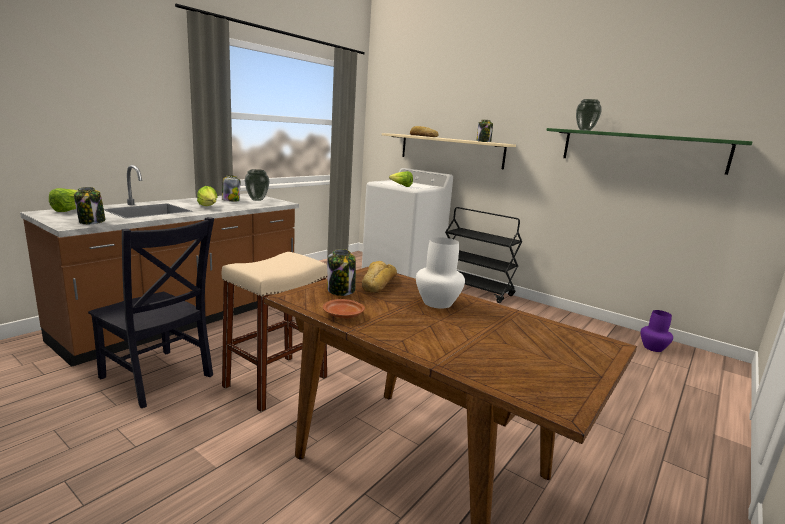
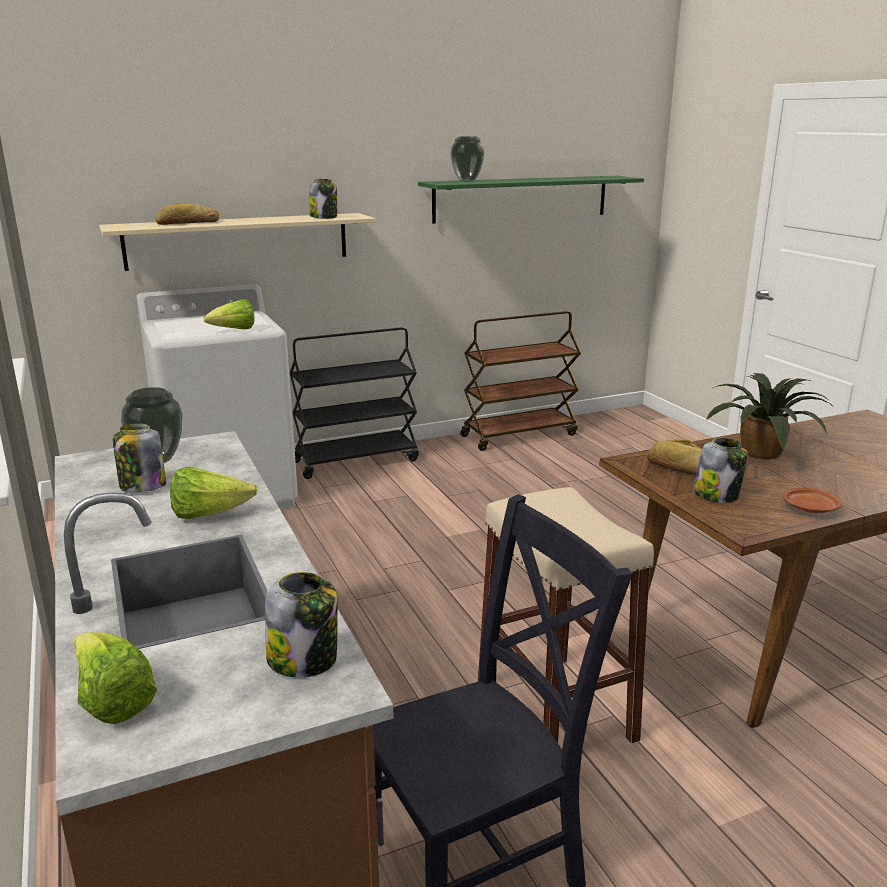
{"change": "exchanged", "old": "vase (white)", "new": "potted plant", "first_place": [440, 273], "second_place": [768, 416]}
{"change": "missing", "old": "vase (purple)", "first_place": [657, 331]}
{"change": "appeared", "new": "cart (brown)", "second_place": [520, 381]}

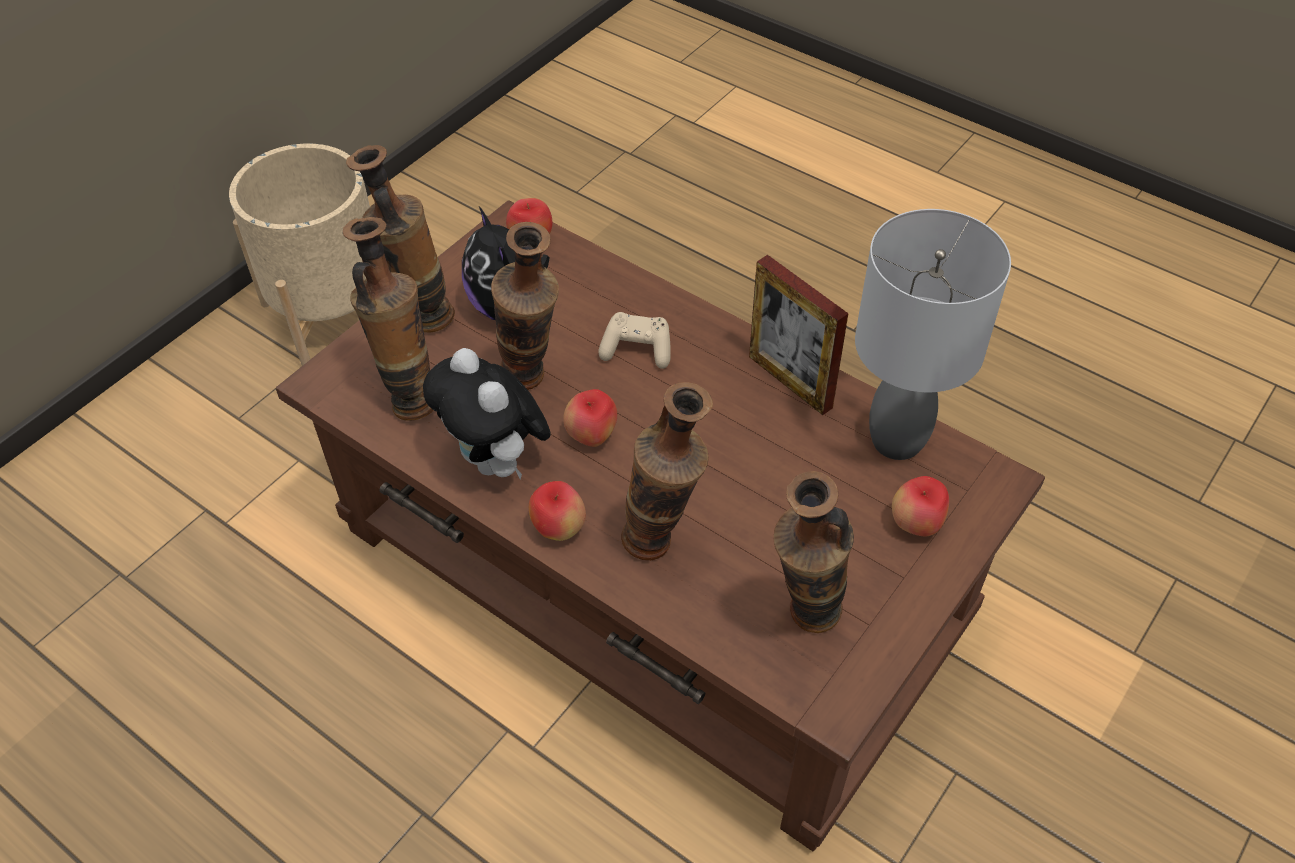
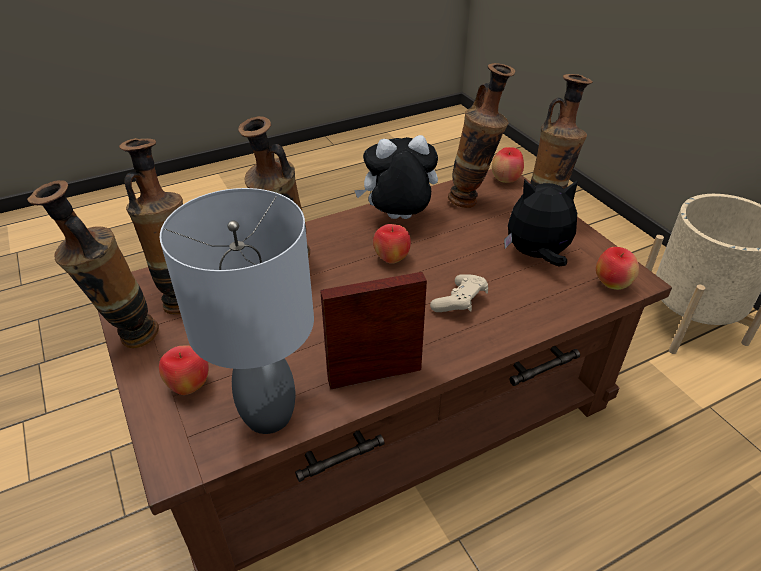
{"change": "relocated", "old": "vase", "first_place": [525, 306], "second_place": [93, 264]}
{"change": "relocated", "old": "apple", "first_place": [557, 511], "second_place": [508, 165]}

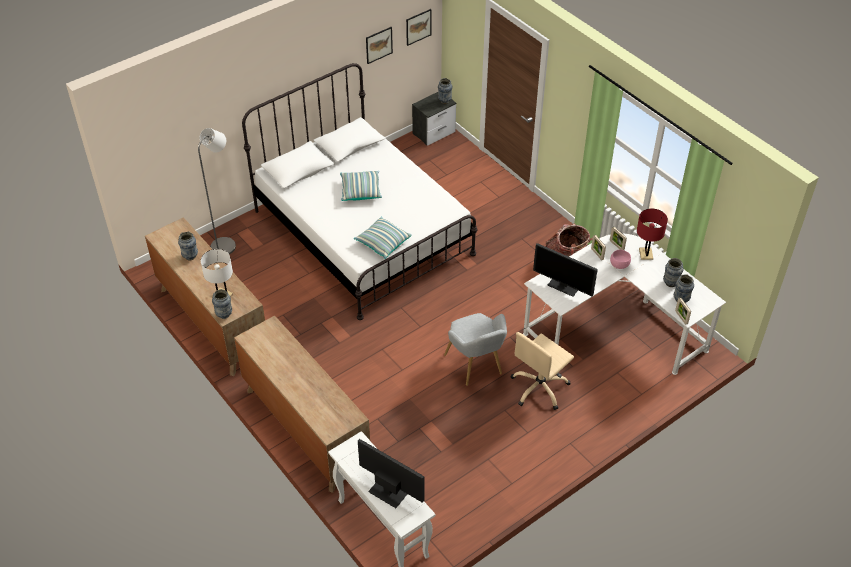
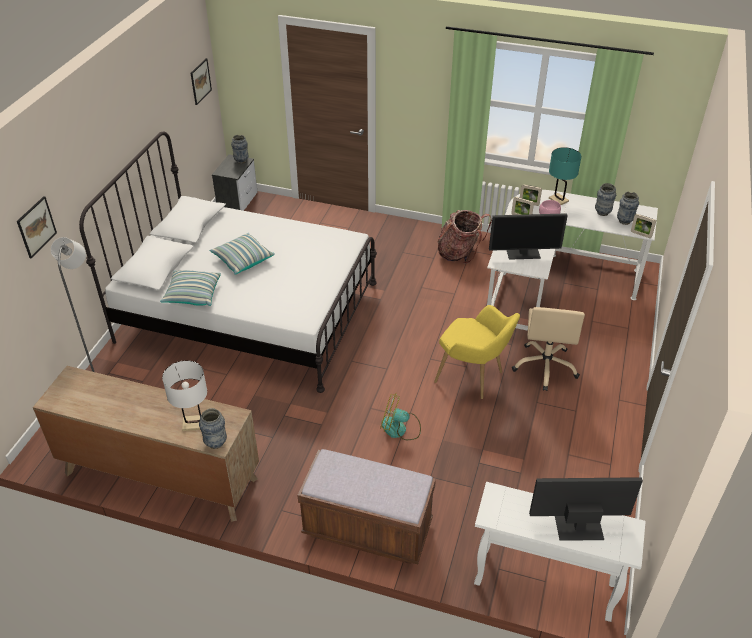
{"change": "missing", "old": "vase", "first_place": [188, 245]}
{"change": "exchanged", "old": "dresser (brown)", "new": "bench (brown)", "first_place": [302, 404], "second_place": [366, 506]}
{"change": "relocated", "old": "pillow", "first_place": [383, 238], "second_place": [190, 288]}
{"change": "relocated", "old": "picture", "first_place": [379, 45], "second_place": [37, 227]}
{"change": "colour", "old": "armchair (grey)", "new": "armchair (yellow)", "first_place": [475, 349], "second_place": [477, 352]}
{"change": "colour", "old": "table lamp (red)", "new": "table lamp (turquoise)", "first_place": [652, 234], "second_place": [565, 176]}
{"change": "appeared", "new": "fan", "second_place": [400, 417]}

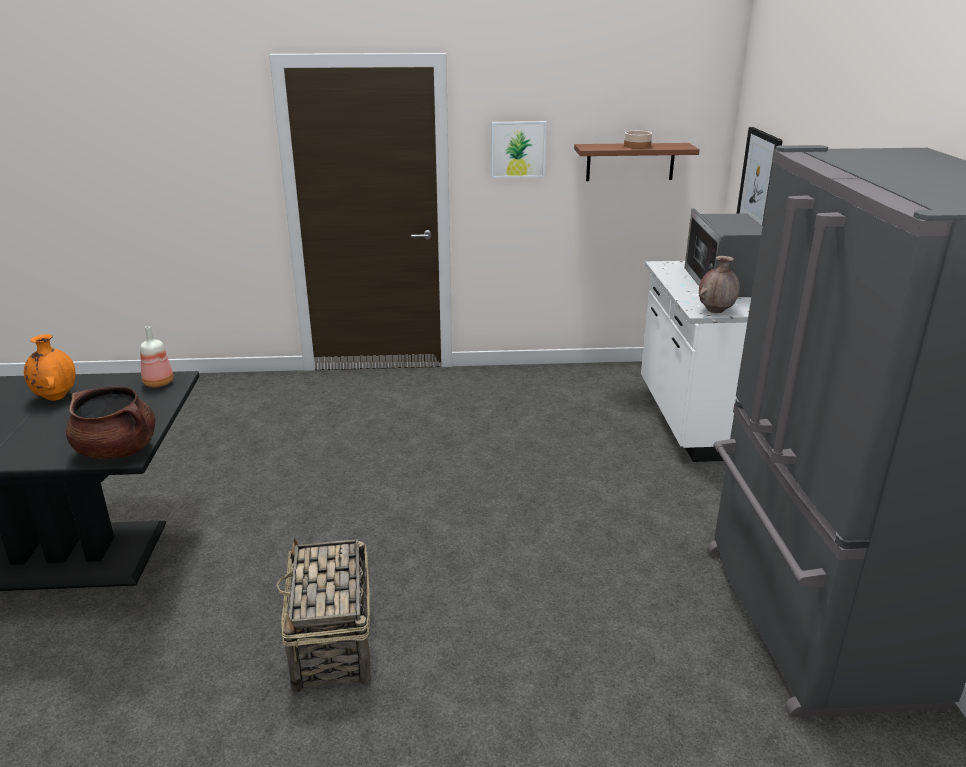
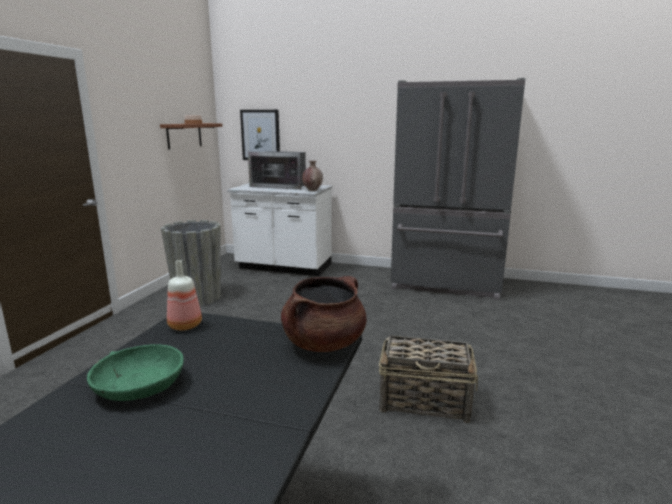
{"change": "exchanged", "old": "vase (orange)", "new": "bowl (green)", "first_place": [50, 367], "second_place": [135, 372]}
{"change": "missing", "old": "picture", "first_place": [519, 149]}
{"change": "appeared", "new": "planter (grey)", "second_place": [191, 263]}

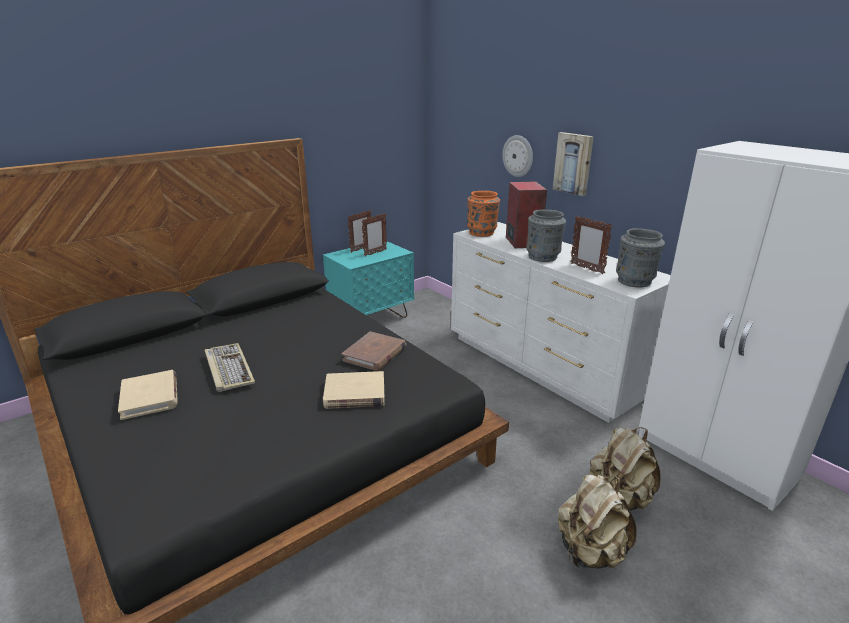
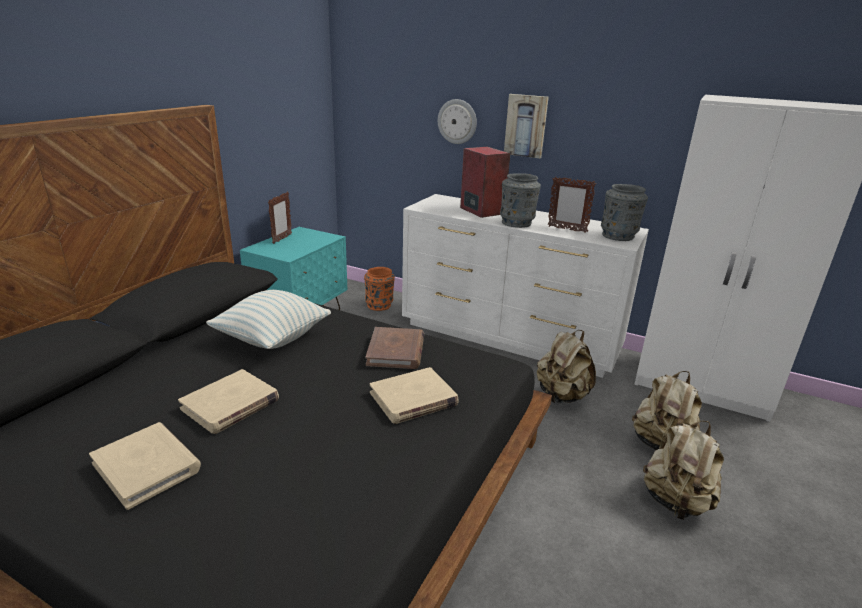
{"change": "exchanged", "old": "keyboard", "new": "book (beige)", "first_place": [230, 367], "second_place": [228, 401]}
{"change": "missing", "old": "picture frame", "first_place": [374, 235]}
{"change": "relocated", "old": "vase (orange)", "first_place": [483, 214], "second_place": [379, 289]}
{"change": "appeared", "new": "pillow", "second_place": [268, 319]}
{"change": "appeared", "new": "backpack (beige)", "second_place": [566, 366]}

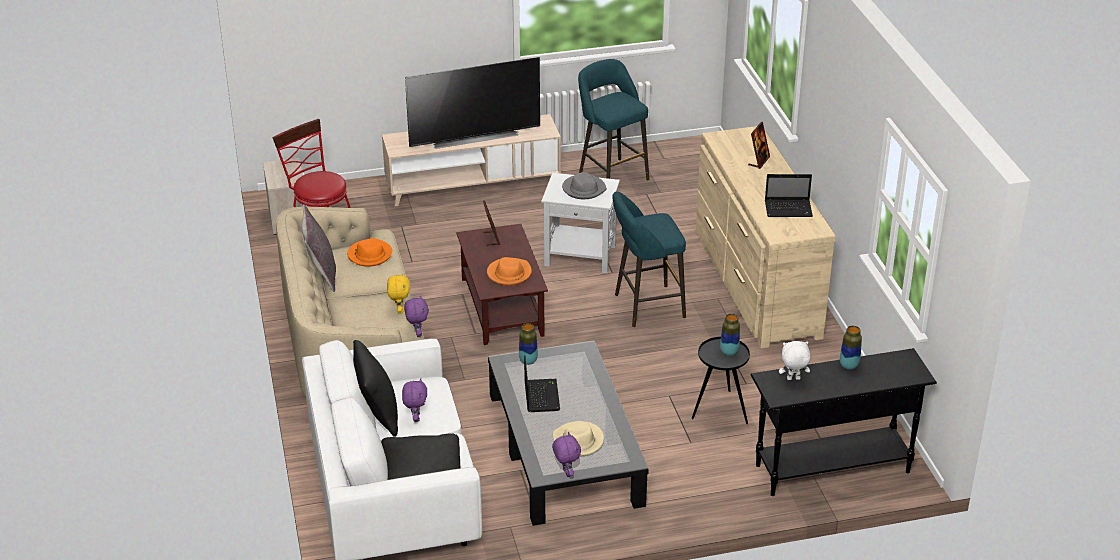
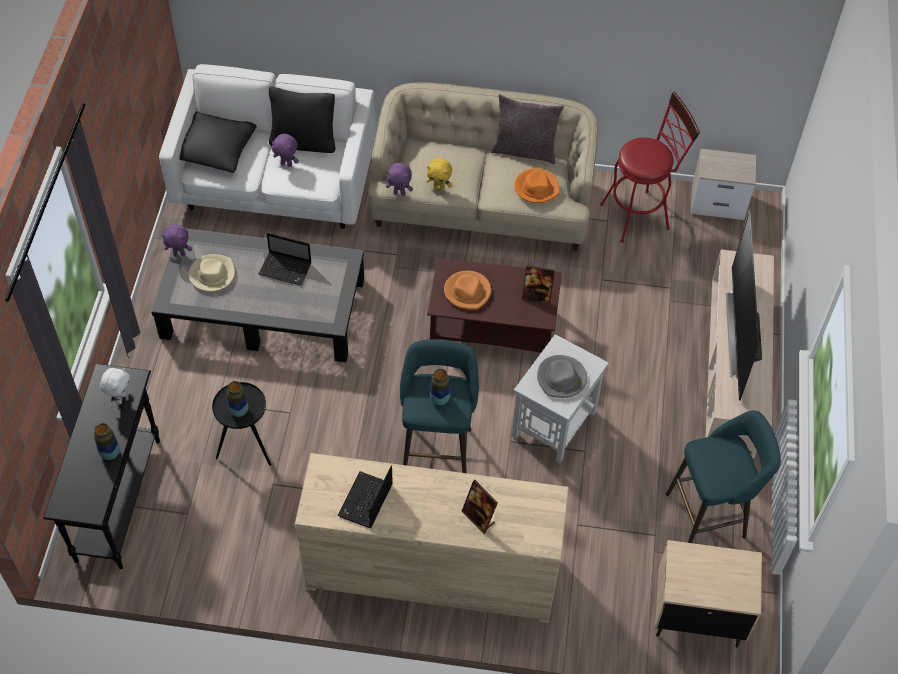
{"change": "relocated", "old": "vase", "first_place": [528, 344], "second_place": [440, 387]}
{"change": "appeared", "new": "nightstand (beige)", "second_place": [708, 594]}

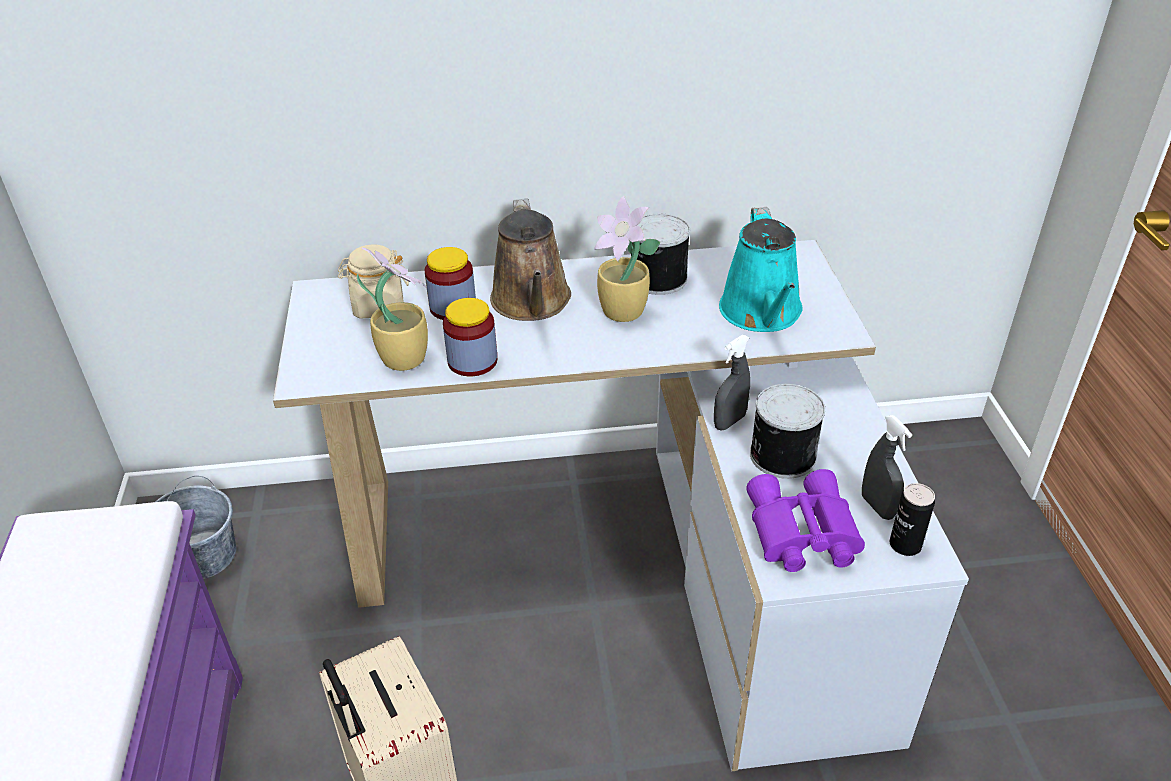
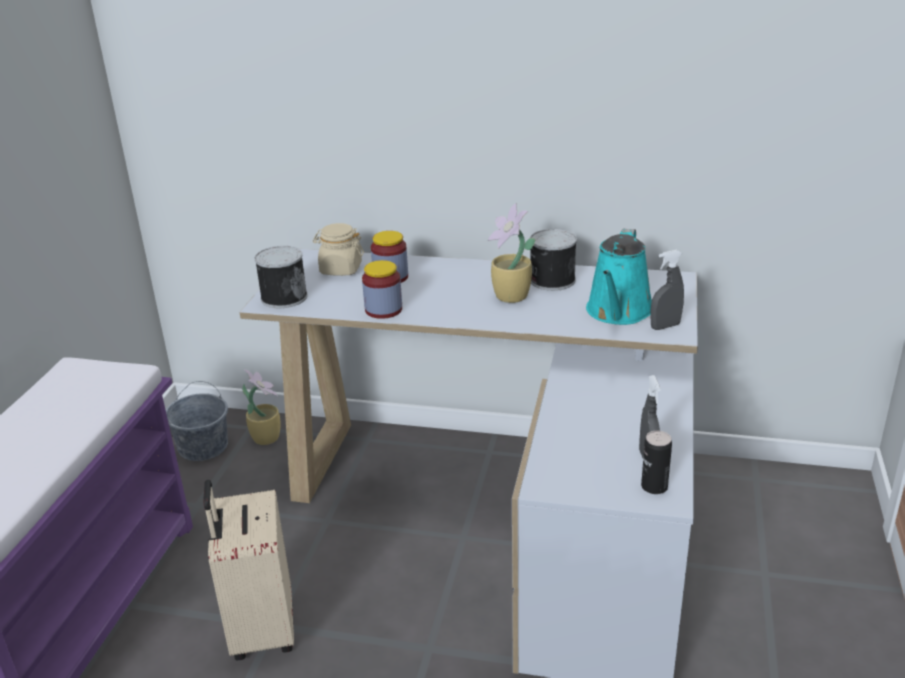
{"change": "relocated", "old": "potted plant", "first_place": [392, 309], "second_place": [261, 407]}
{"change": "missing", "old": "watering can (brown)", "first_place": [530, 259]}
{"change": "relocated", "old": "spray bottle (grey)", "first_place": [732, 383], "second_place": [667, 290]}
{"change": "missing", "old": "binoculars (purple)", "first_place": [805, 520]}
{"change": "relocated", "old": "can", "first_place": [787, 431], "second_place": [281, 277]}

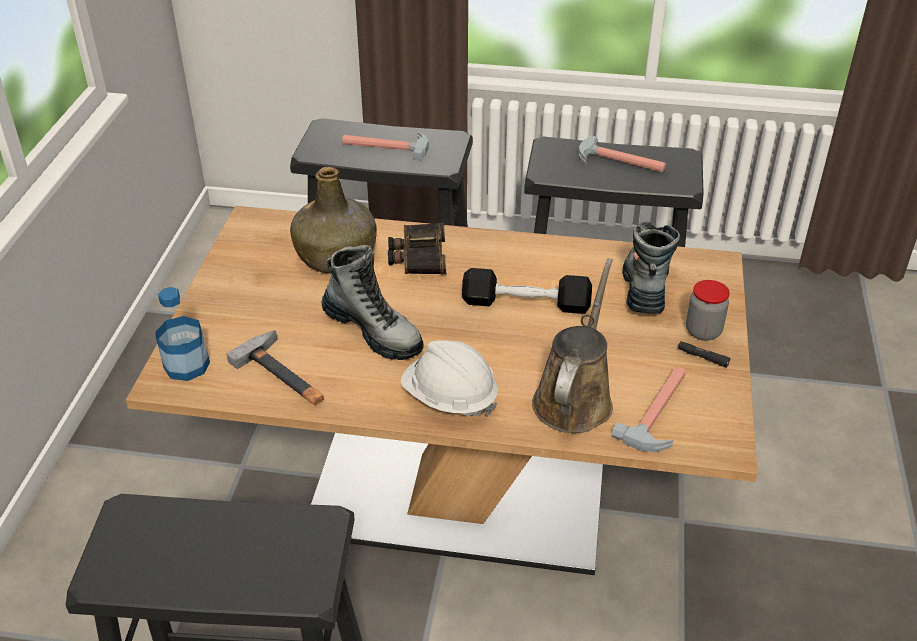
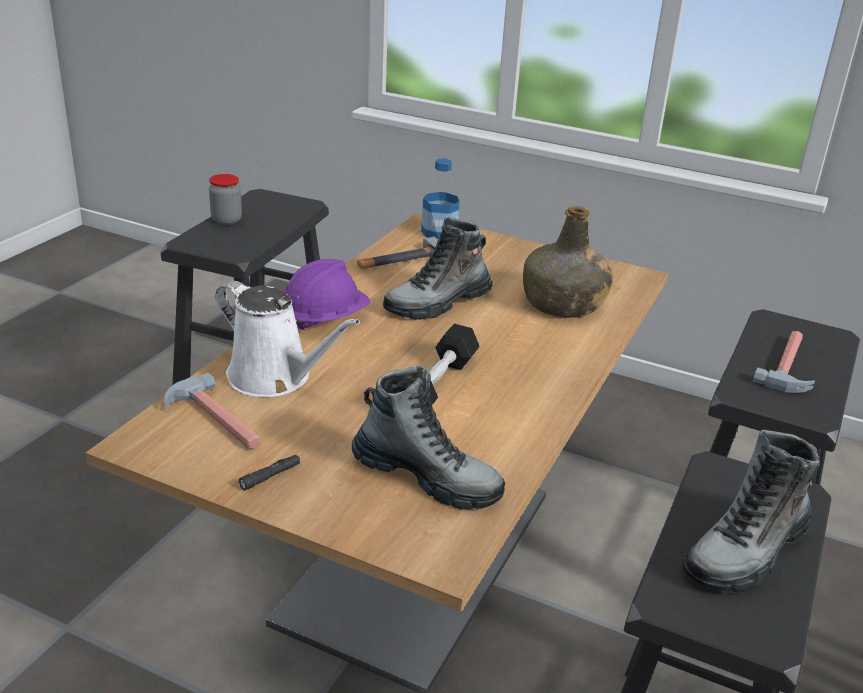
{"change": "missing", "old": "binoculars", "first_place": [417, 249]}
{"change": "colour", "old": "hard hat (white)", "new": "hard hat (purple)", "first_place": [449, 378], "second_place": [327, 294]}
{"change": "colour", "old": "watering can (brown)", "new": "watering can (white)", "first_place": [572, 345], "second_place": [288, 339]}
{"change": "exchanged", "old": "hammer", "new": "boot", "first_place": [622, 153], "second_place": [751, 511]}
{"change": "relocated", "old": "jar", "first_place": [708, 310], "second_place": [225, 199]}

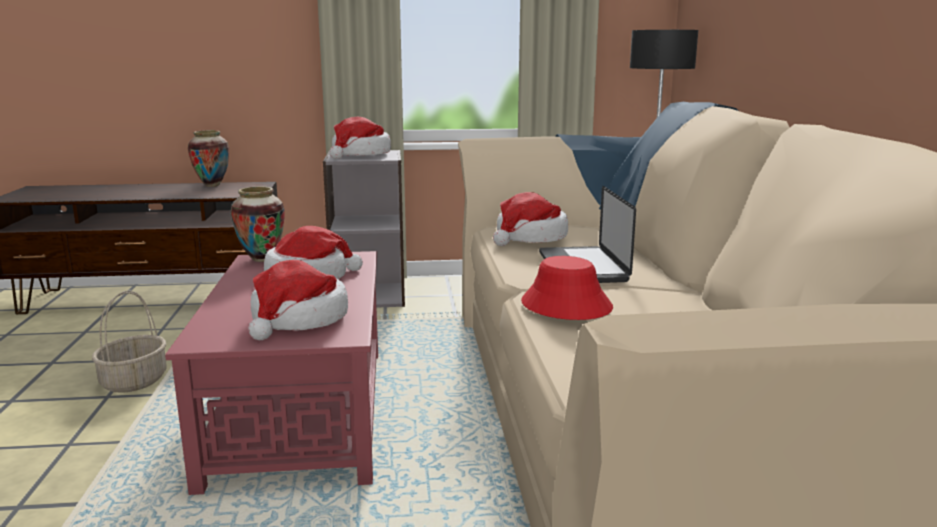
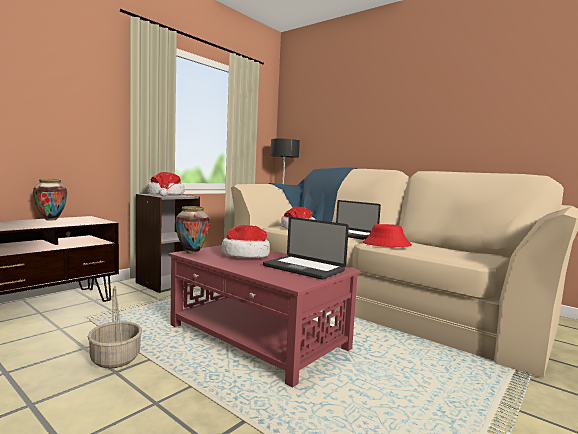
{"change": "exchanged", "old": "hat", "new": "laptop", "first_place": [298, 300], "second_place": [306, 248]}

